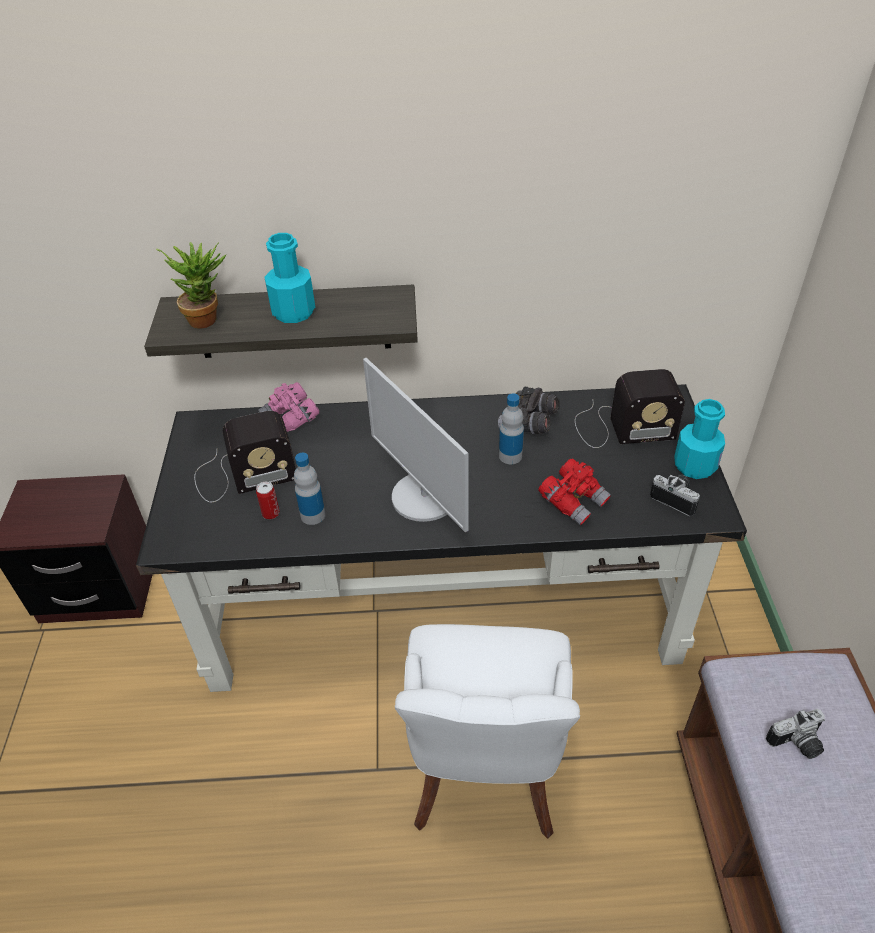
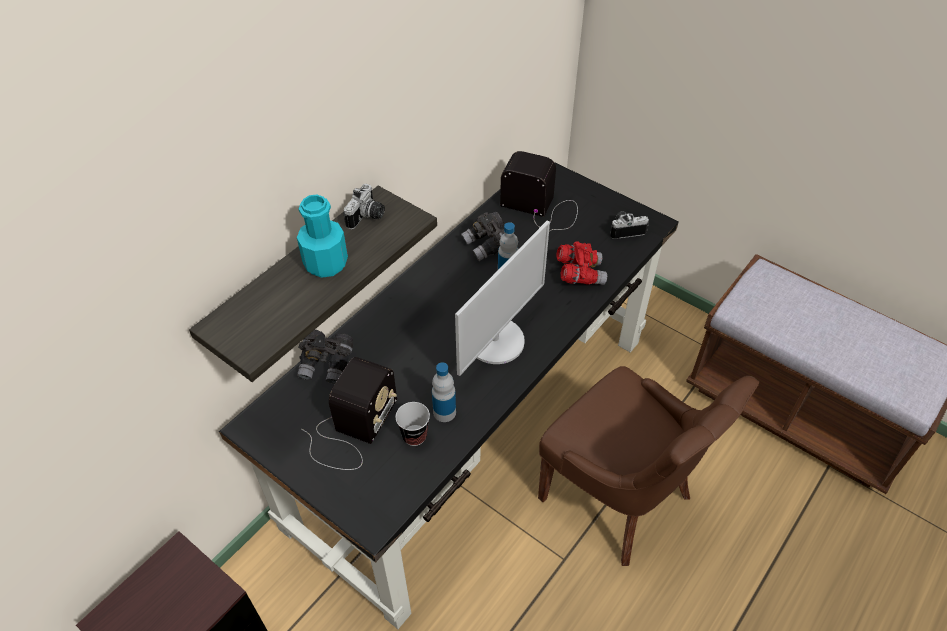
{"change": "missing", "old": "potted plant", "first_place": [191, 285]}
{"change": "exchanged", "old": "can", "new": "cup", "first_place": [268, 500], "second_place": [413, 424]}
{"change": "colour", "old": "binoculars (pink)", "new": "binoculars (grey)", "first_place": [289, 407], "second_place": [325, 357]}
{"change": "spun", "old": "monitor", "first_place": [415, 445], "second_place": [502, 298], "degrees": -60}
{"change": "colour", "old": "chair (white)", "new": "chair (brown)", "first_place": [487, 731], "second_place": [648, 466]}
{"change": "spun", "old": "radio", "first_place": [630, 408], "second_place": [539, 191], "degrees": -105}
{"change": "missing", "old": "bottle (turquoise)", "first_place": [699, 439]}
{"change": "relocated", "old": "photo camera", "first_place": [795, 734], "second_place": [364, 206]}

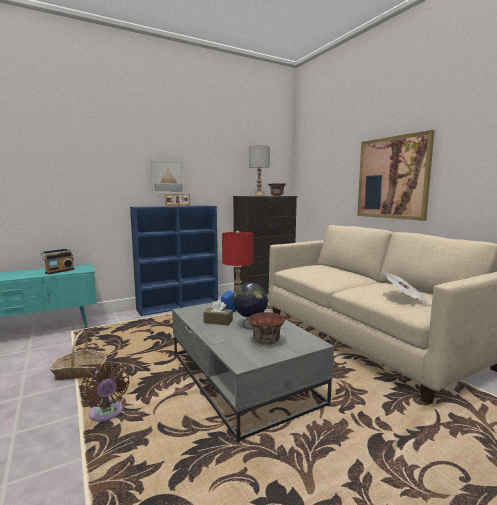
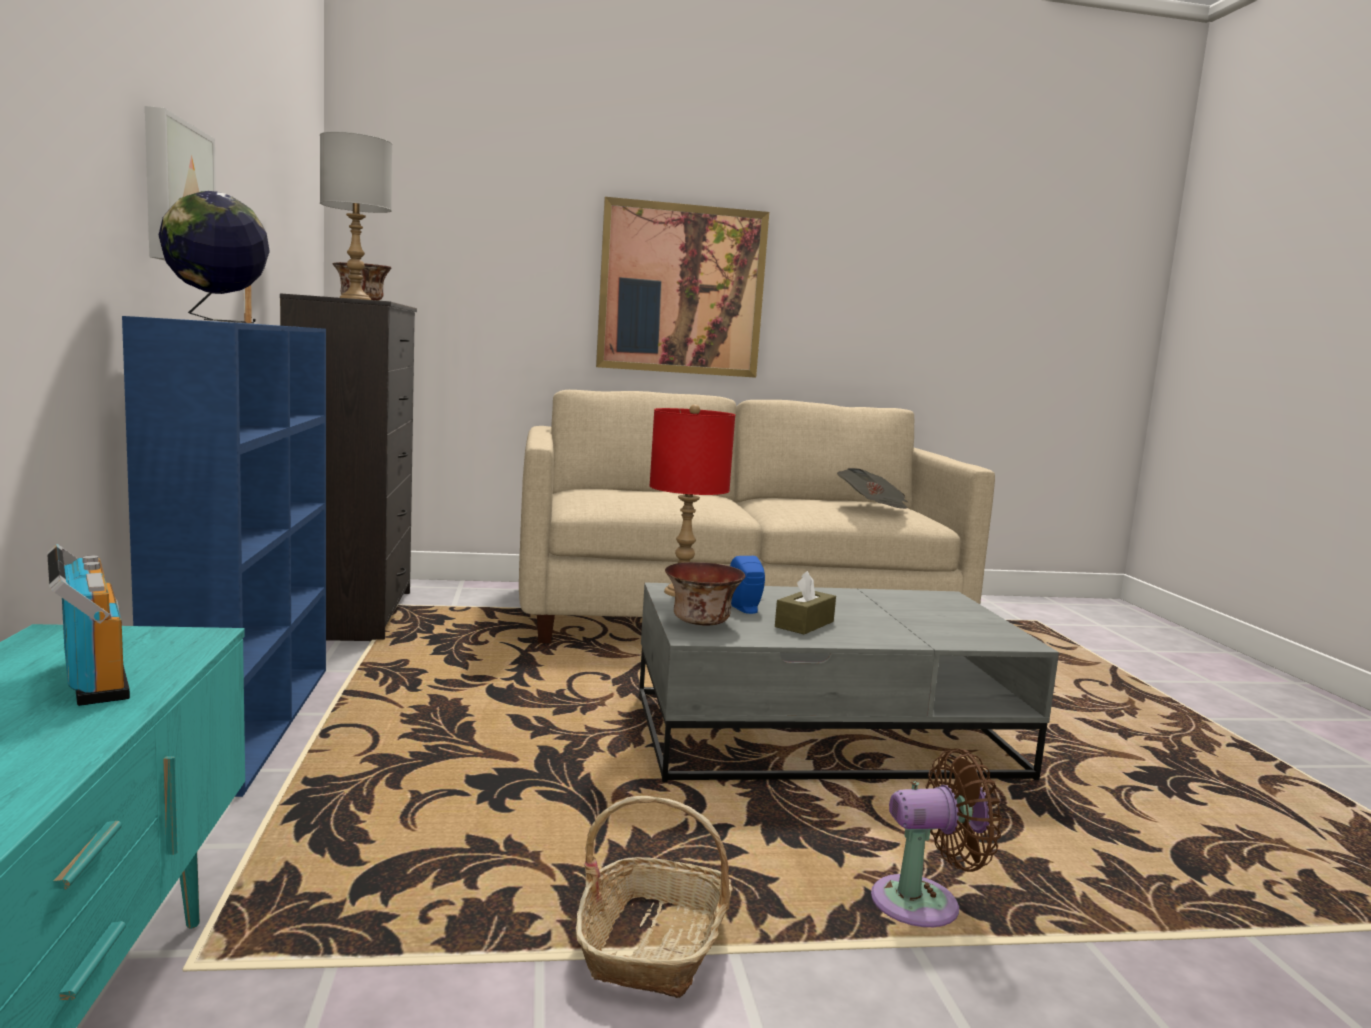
{"change": "relocated", "old": "globe", "first_place": [250, 305], "second_place": [214, 257]}
{"change": "relocated", "old": "bowl", "first_place": [266, 328], "second_place": [705, 594]}

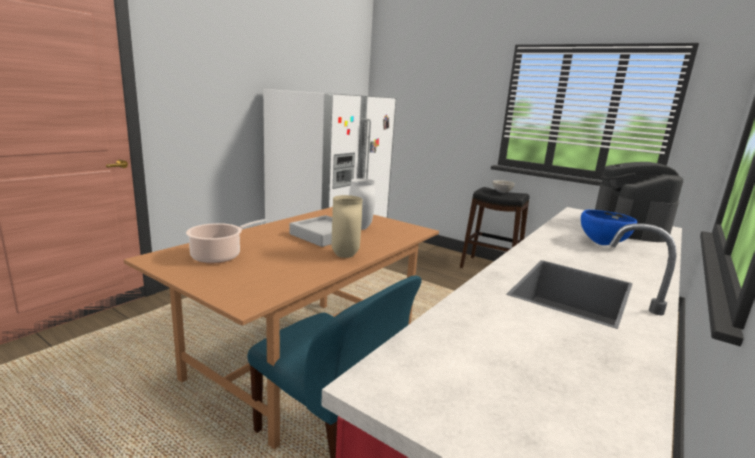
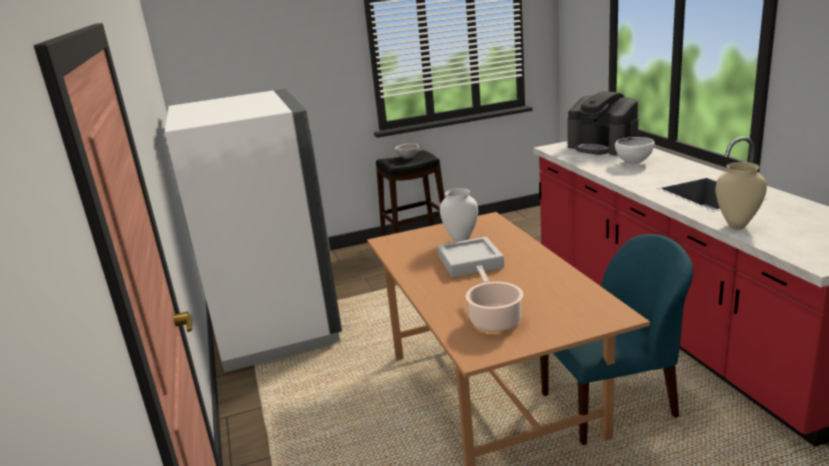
{"change": "relocated", "old": "vase (beige)", "first_place": [347, 226], "second_place": [741, 196]}
{"change": "colour", "old": "bowl (blue)", "new": "bowl (white)", "first_place": [609, 227], "second_place": [635, 150]}

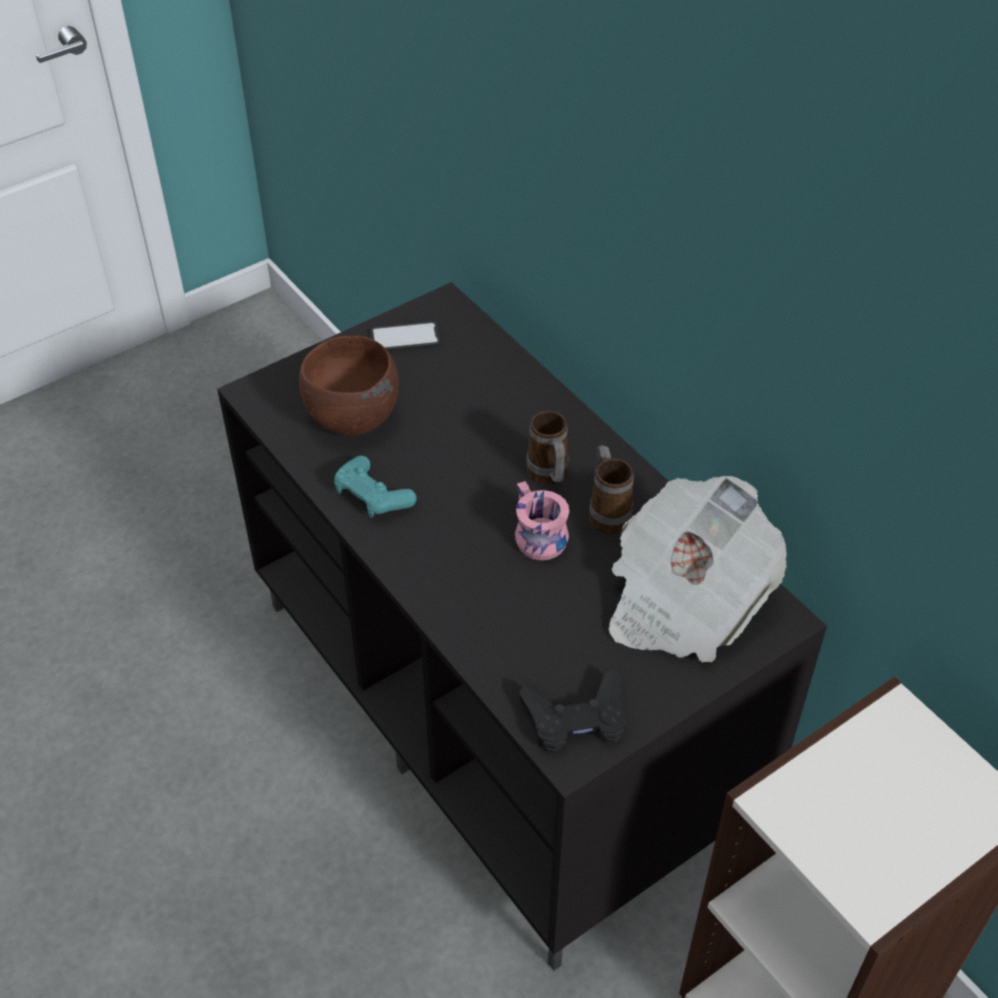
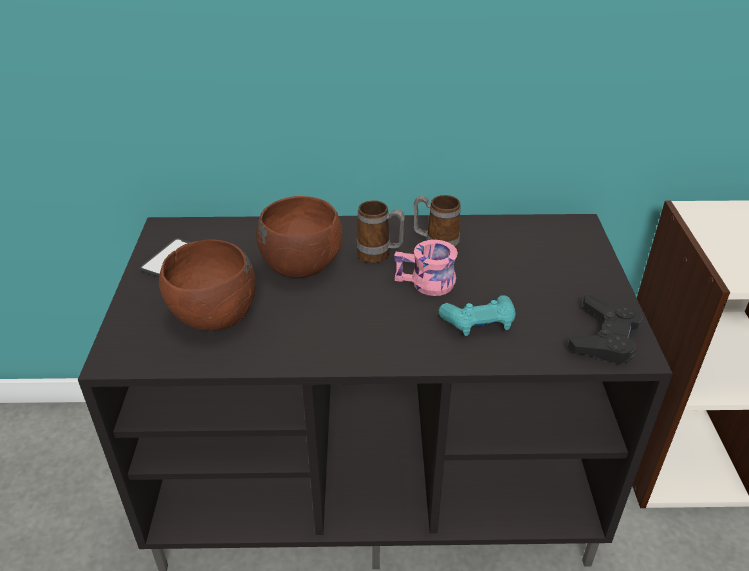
{"change": "relocated", "old": "game controller (turquoise)", "first_place": [375, 487], "second_place": [477, 315]}
{"change": "missing", "old": "newspaper", "first_place": [697, 569]}
{"change": "appeared", "new": "bowl (brown)", "second_place": [299, 237]}

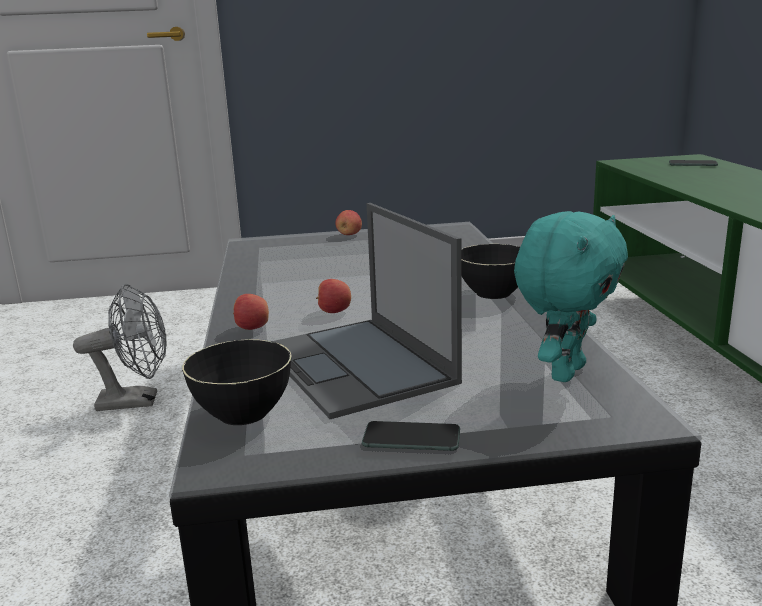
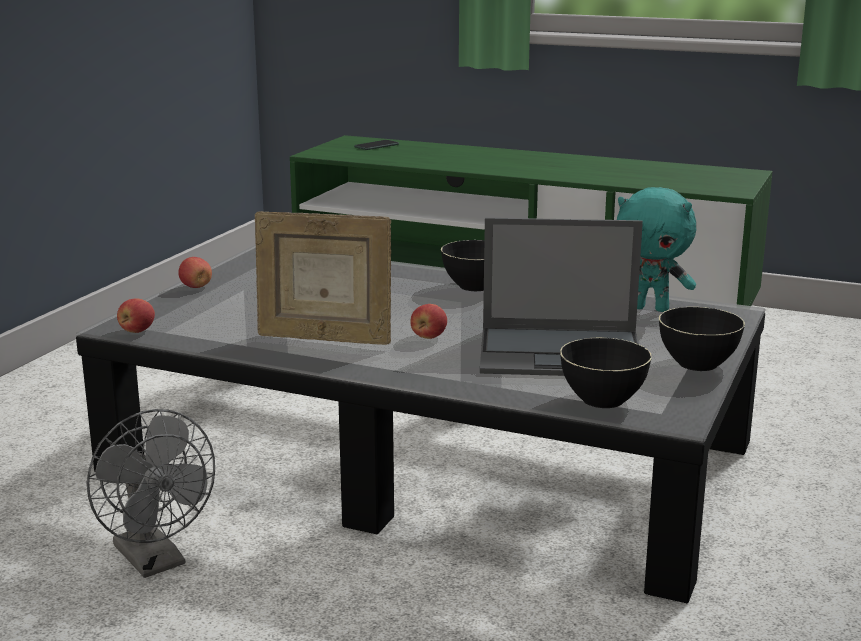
{"change": "spun", "old": "fan (grey)", "first_place": [120, 347], "second_place": [150, 493], "degrees": 120}
{"change": "relocated", "old": "apple", "first_place": [251, 312], "second_place": [136, 315]}
{"change": "exchanged", "old": "phone", "new": "bowl (black)", "first_place": [411, 436], "second_place": [702, 339]}
{"change": "spun", "old": "plush toy (turquoise)", "first_place": [571, 296], "second_place": [656, 249], "degrees": 135}
{"change": "appeared", "new": "picture frame", "second_place": [323, 278]}

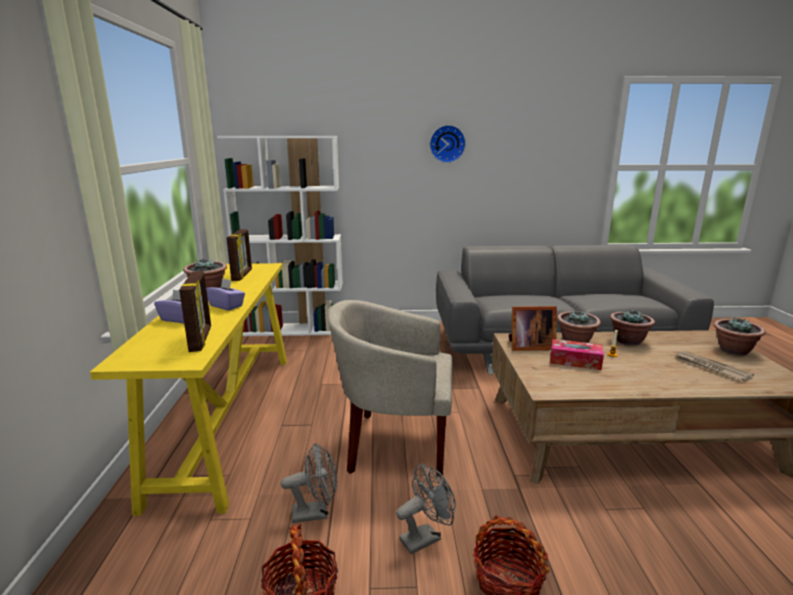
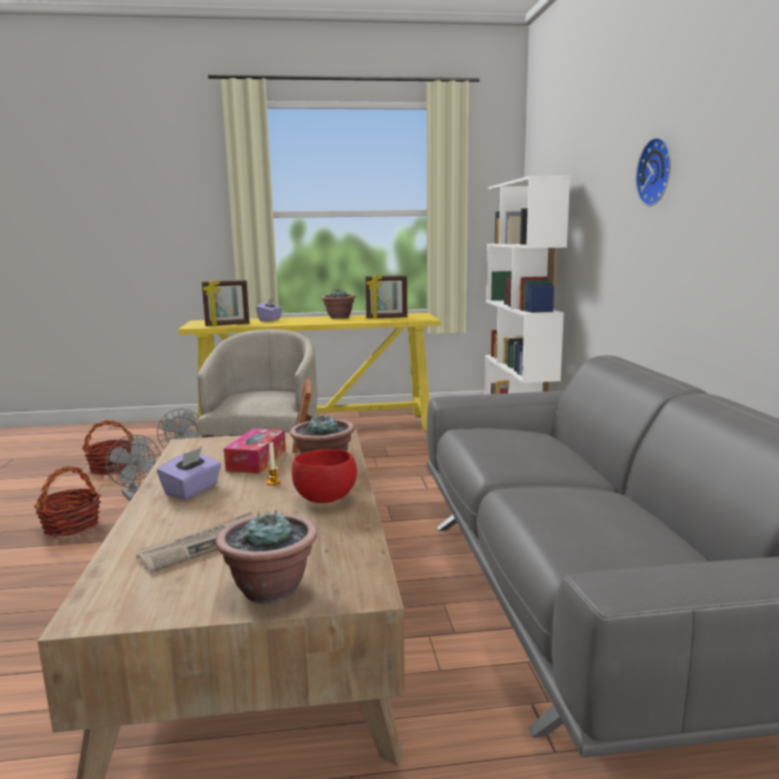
{"change": "relocated", "old": "tissue box (purple)", "first_place": [225, 294], "second_place": [189, 473]}
{"change": "exchanged", "old": "potted plant", "new": "bowl (red)", "first_place": [632, 327], "second_place": [324, 476]}

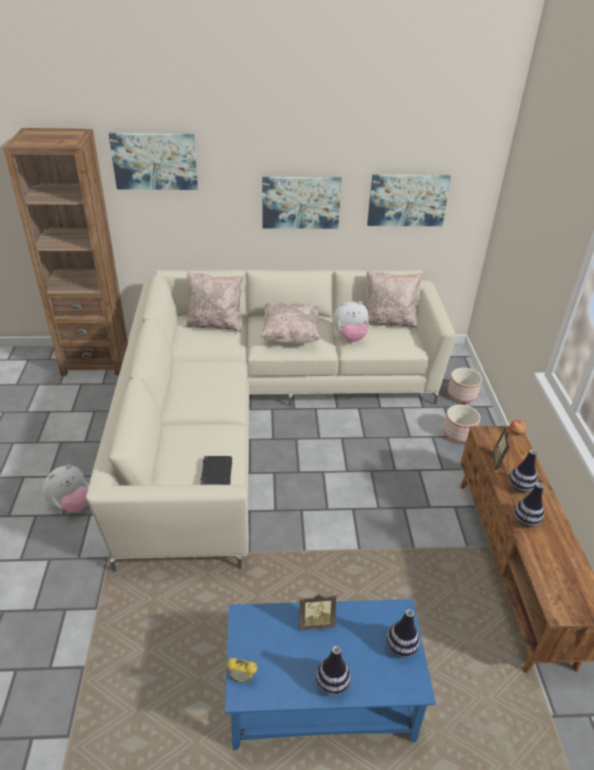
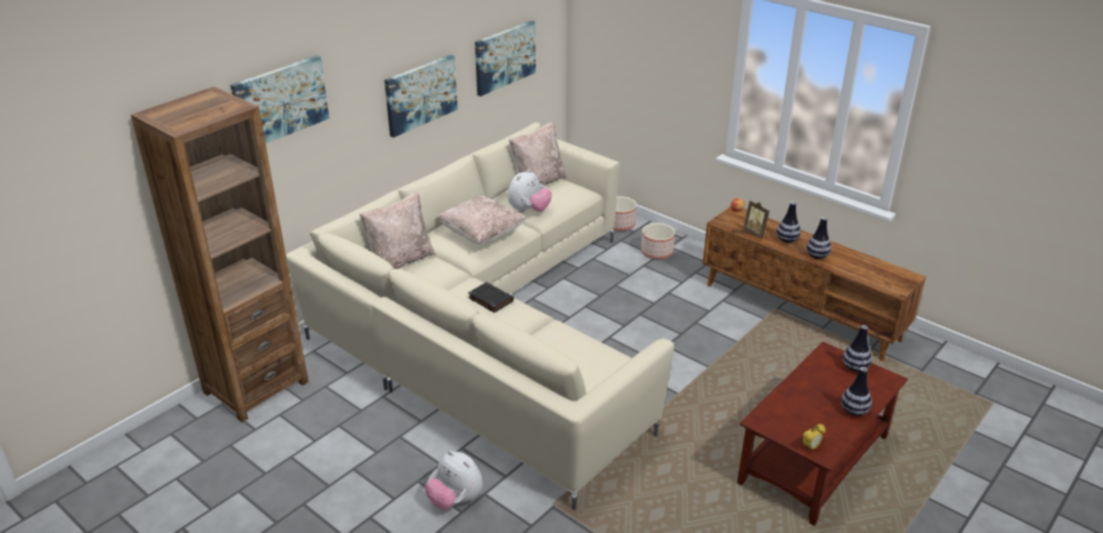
{"change": "spun", "old": "plush toy", "first_place": [65, 488], "second_place": [454, 480], "degrees": 135}
{"change": "relocated", "old": "book (black)", "first_place": [216, 470], "second_place": [491, 297]}
{"change": "colour", "old": "coffee table (blue)", "new": "coffee table (brown)", "first_place": [330, 674], "second_place": [822, 434]}
{"change": "missing", "old": "picture frame", "first_place": [318, 612]}

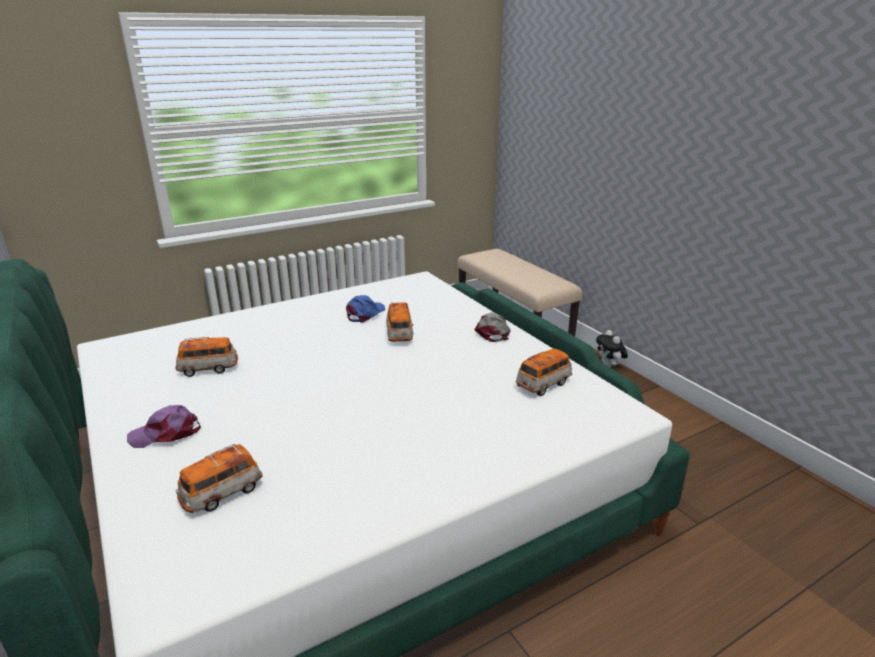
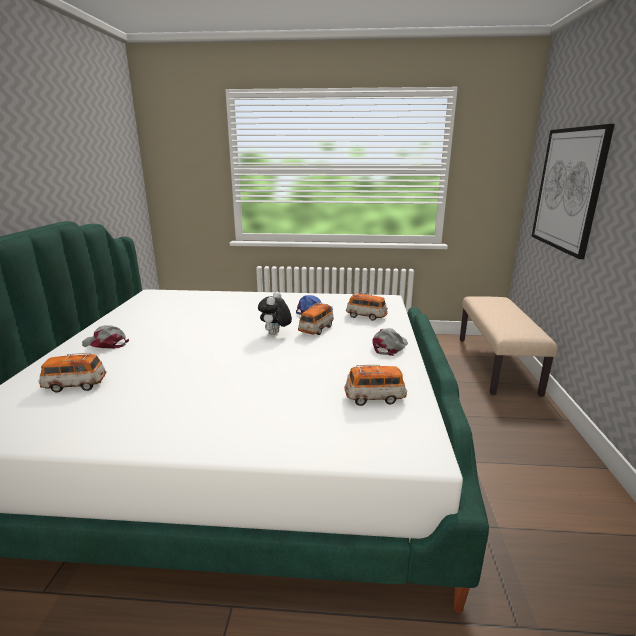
{"change": "colour", "old": "cap (purple)", "new": "cap (grey)", "first_place": [164, 426], "second_place": [105, 337]}
{"change": "relocated", "old": "toy car", "first_place": [206, 357], "second_place": [367, 306]}
{"change": "relocated", "old": "plush toy", "first_place": [612, 349], "second_place": [275, 313]}
{"change": "appeared", "new": "picture", "second_place": [573, 191]}

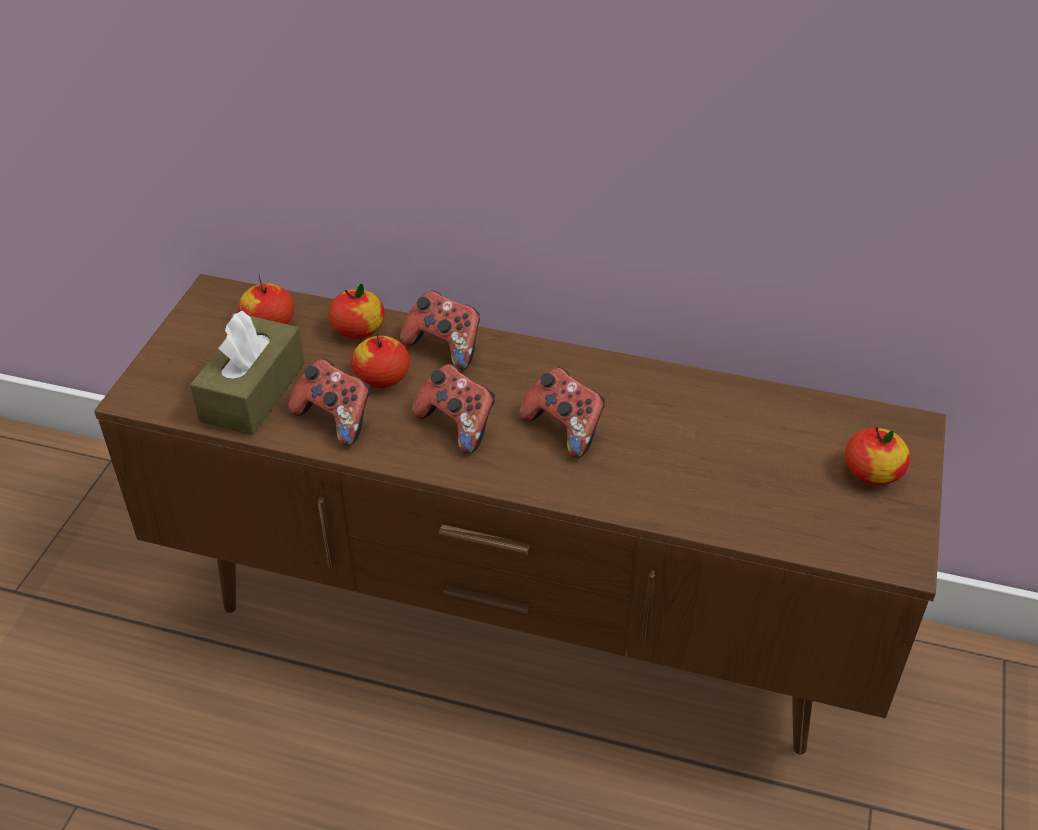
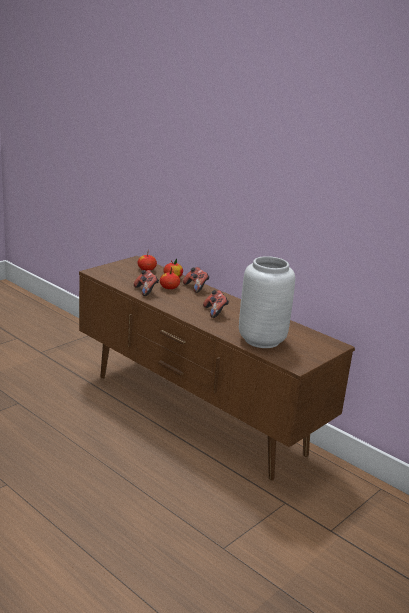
{"change": "missing", "old": "tissue box (brown)", "first_place": [247, 373]}
{"change": "missing", "old": "game controller", "first_place": [453, 409]}
{"change": "missing", "old": "apple", "first_place": [877, 455]}
{"change": "appeared", "new": "vase (grey)", "second_place": [267, 302]}

